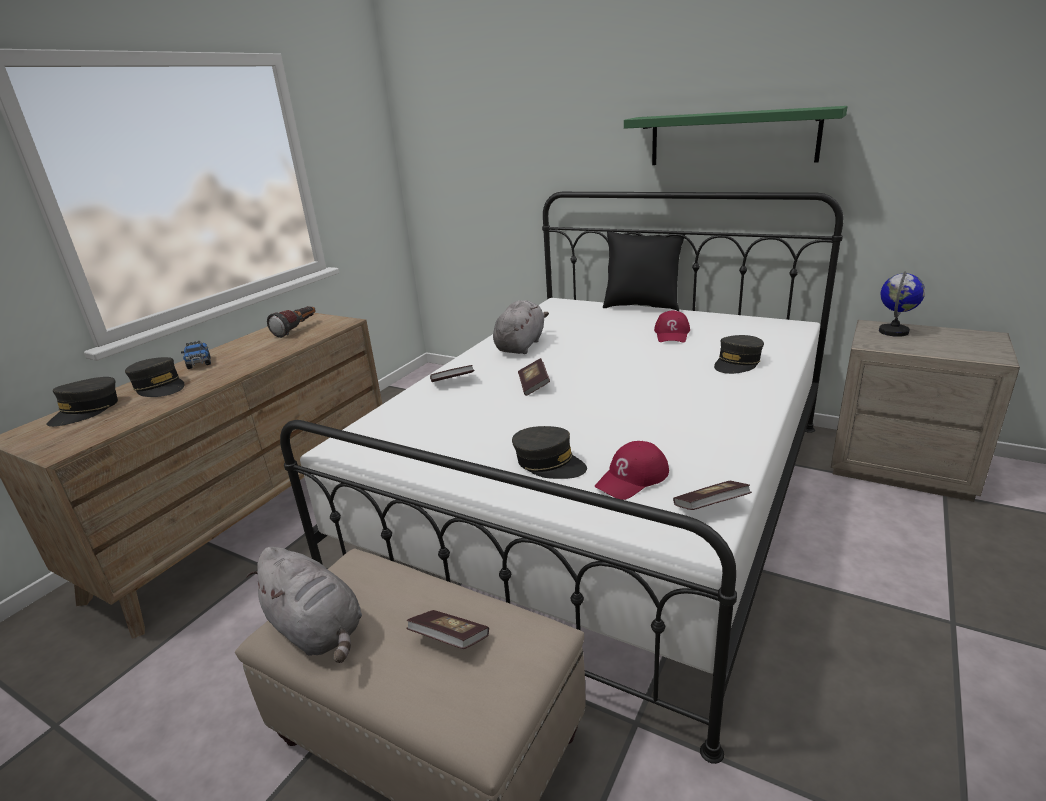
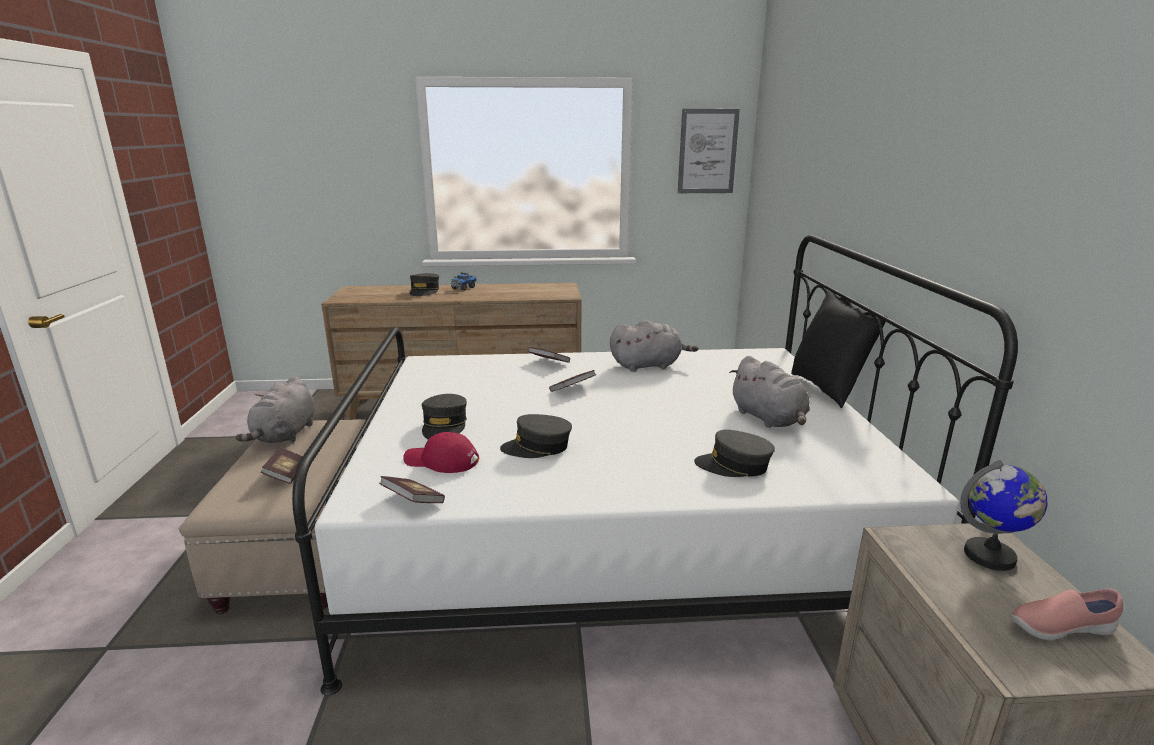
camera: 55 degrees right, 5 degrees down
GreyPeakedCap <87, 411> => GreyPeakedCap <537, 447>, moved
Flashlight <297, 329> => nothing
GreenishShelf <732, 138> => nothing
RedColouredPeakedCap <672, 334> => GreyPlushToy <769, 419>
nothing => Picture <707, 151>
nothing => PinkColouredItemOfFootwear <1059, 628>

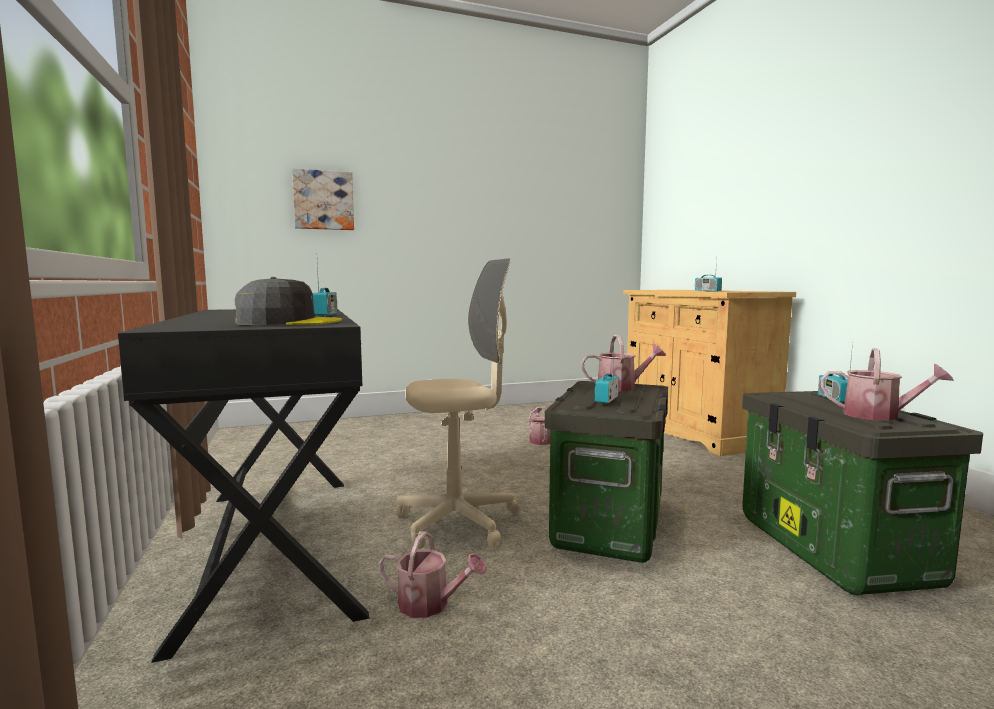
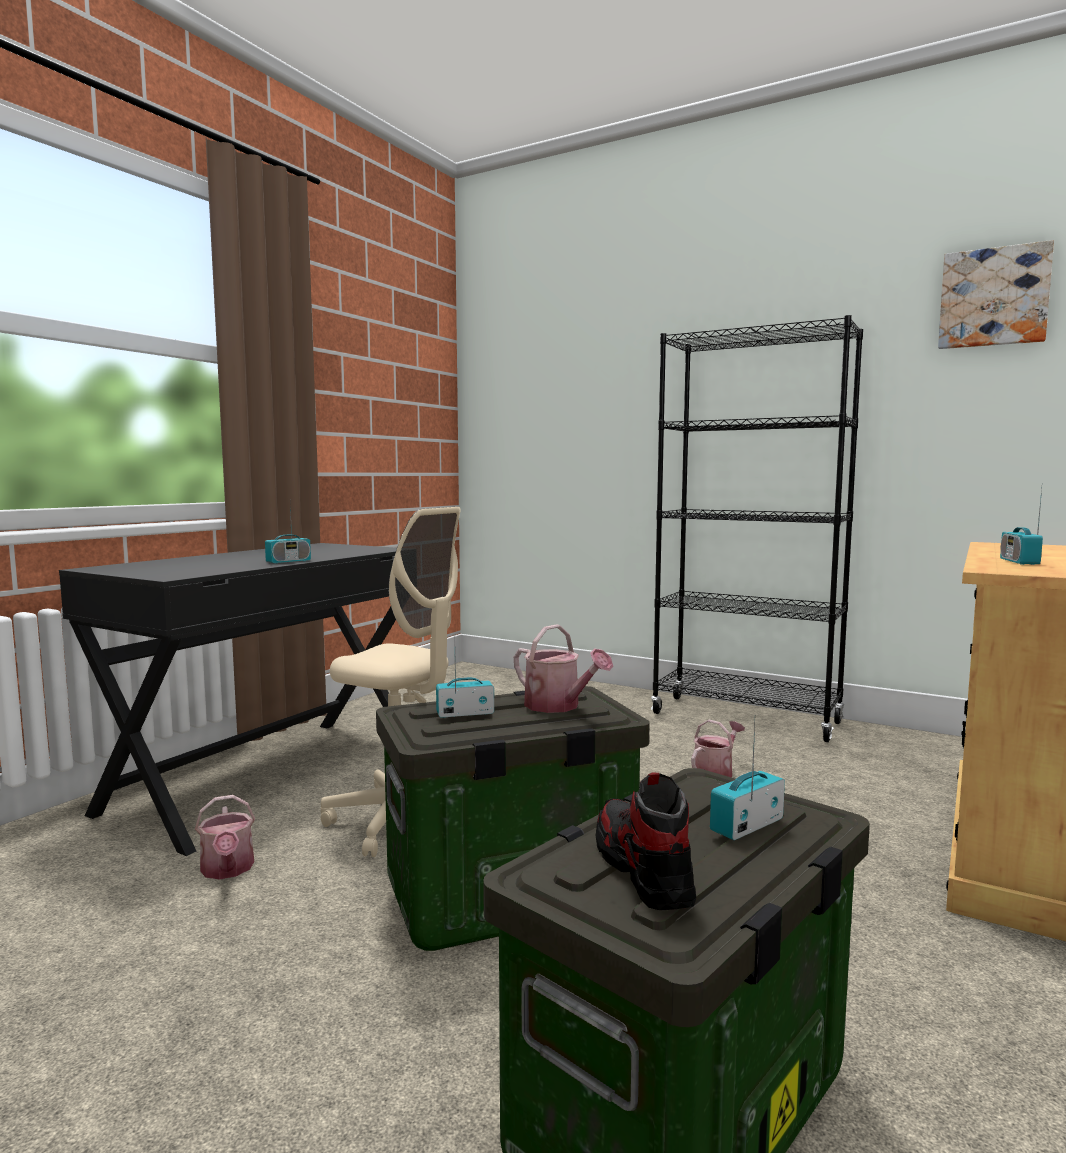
camera: 50 degrees right, 0 degrees up
GreyPeakedCap <288, 322> => nothing
Picture <323, 200> => Picture <993, 298>, moved
WateringCan <879, 415> => ItemOfFootwear <642, 869>
nothing => BlackBookcase <746, 718>

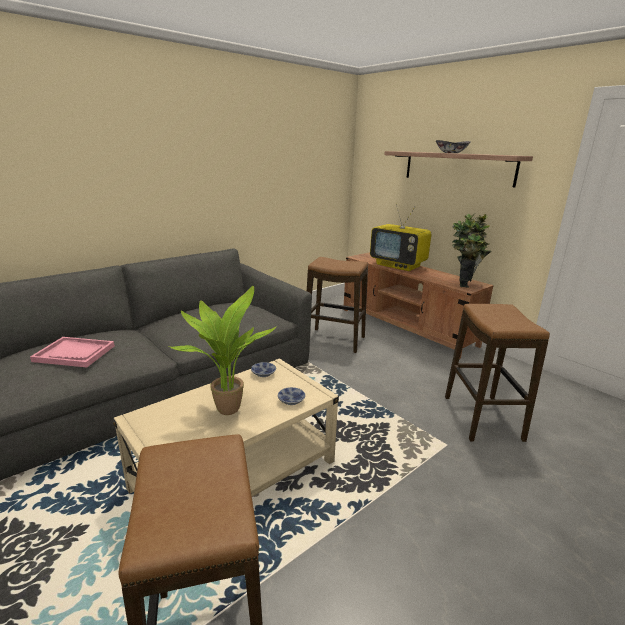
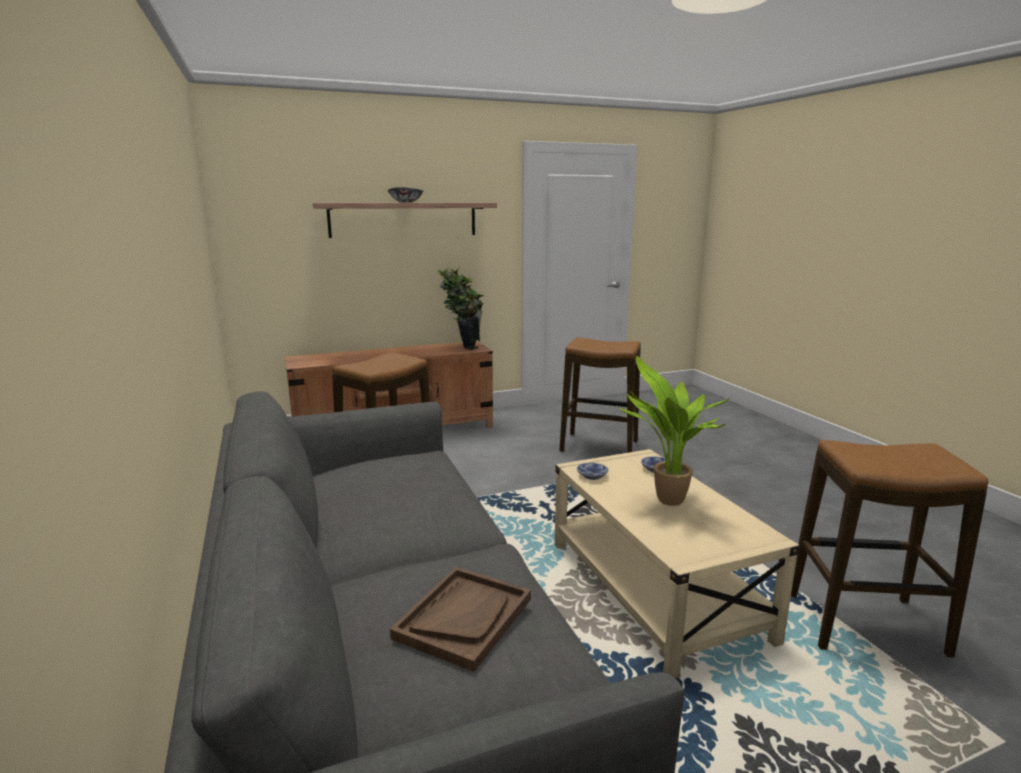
camera: 70 degrees left, 5 degrees down
PinkColouredServingTray <75, 353> => BrownishServingTray <464, 618>
Television <398, 265> => nothing

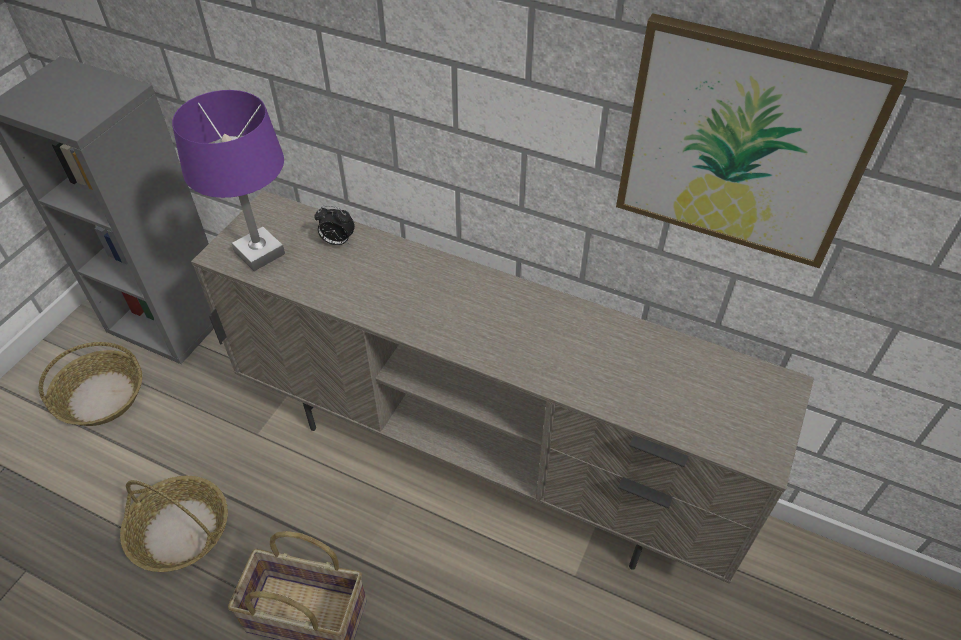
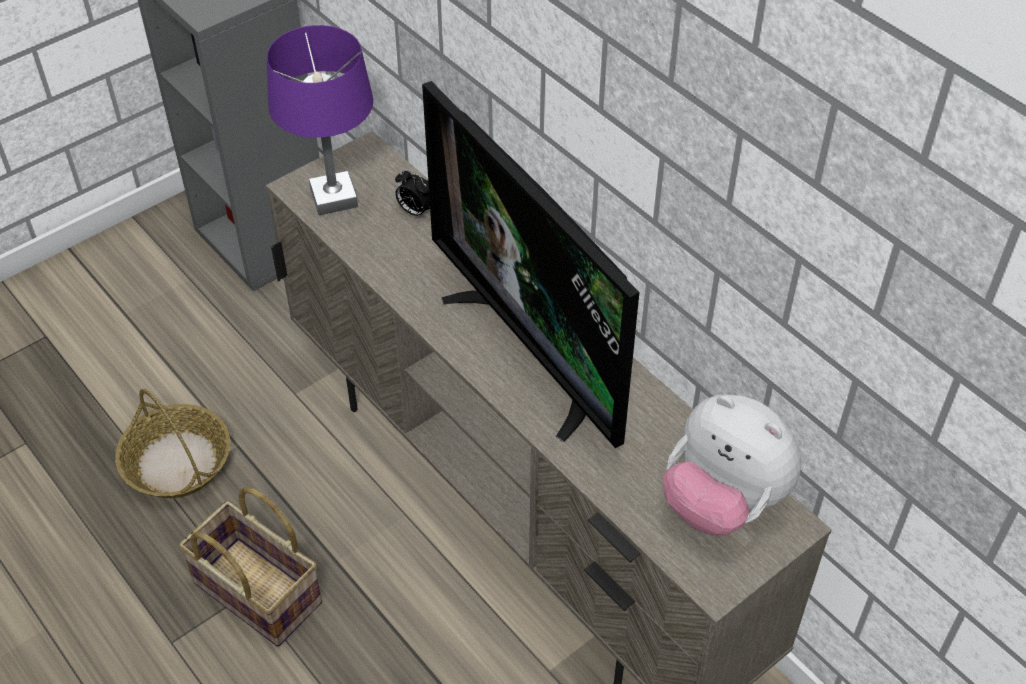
camera: 25 degrees right, 0 degrees up
Basket <101, 397> => nothing
Picture <743, 144> => nothing
nothing => Television <533, 350>
nothing => PlushToy <722, 501>

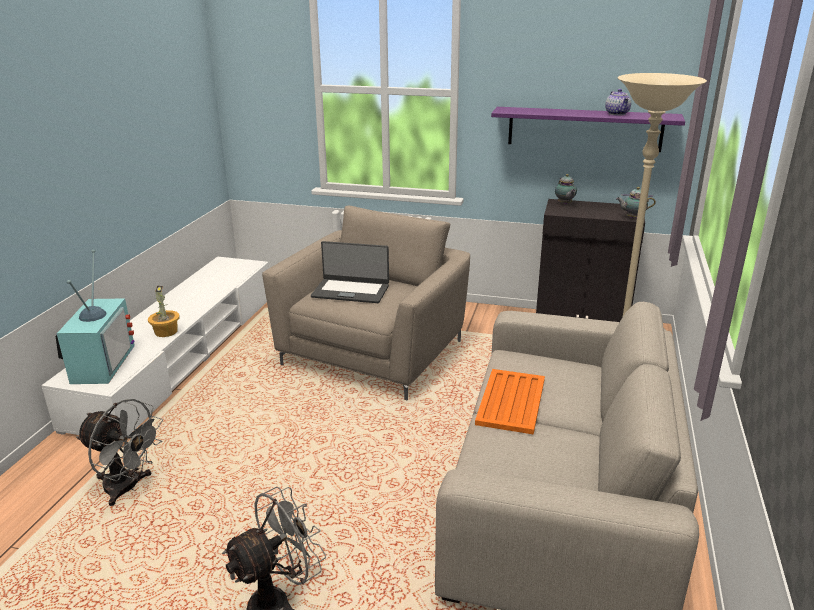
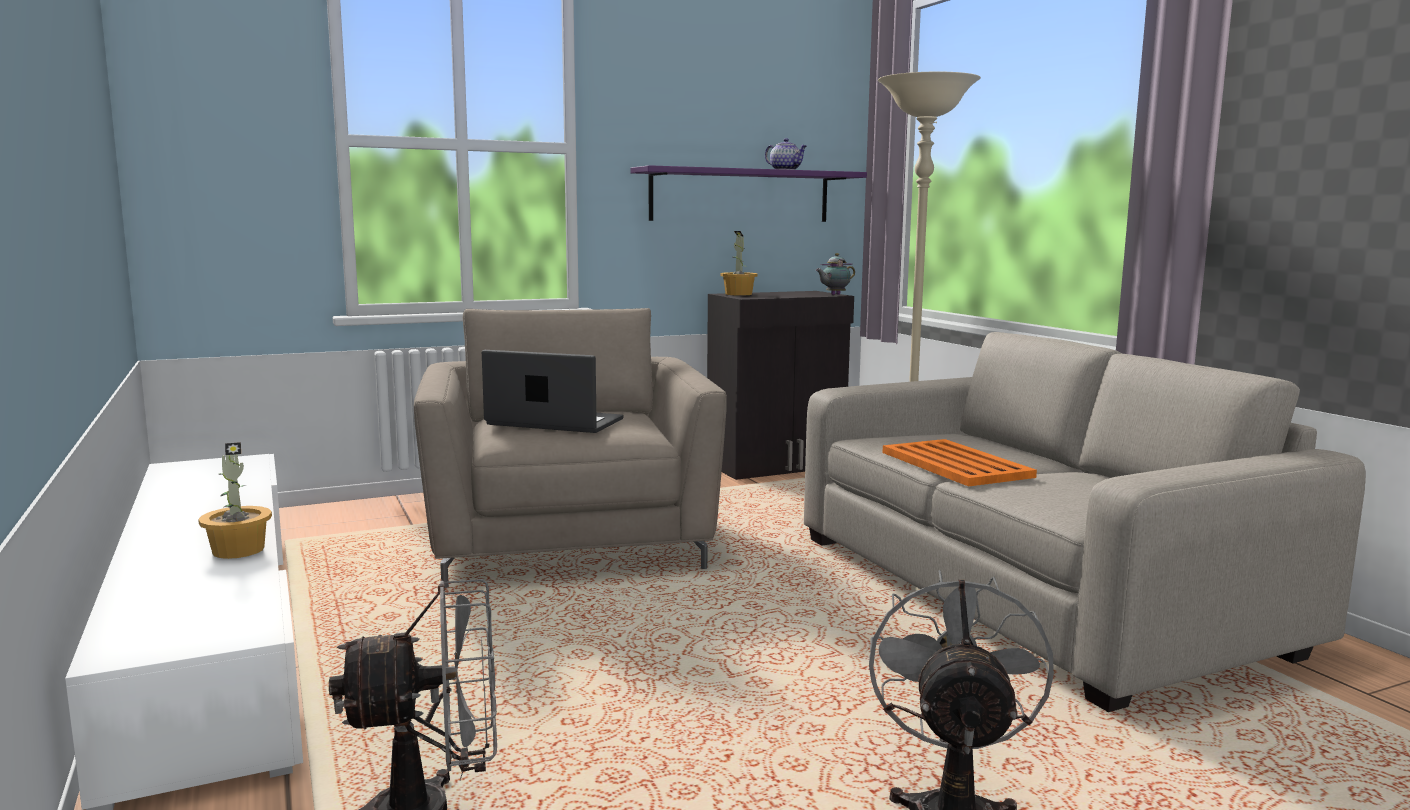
camera: 40 degrees left, 15 degrees down
Television <99, 363> => nothing
Laptop <351, 291> => Laptop <554, 422>, 135 degrees counterclockwise
TeaPot <564, 204> => Houseplant <738, 294>

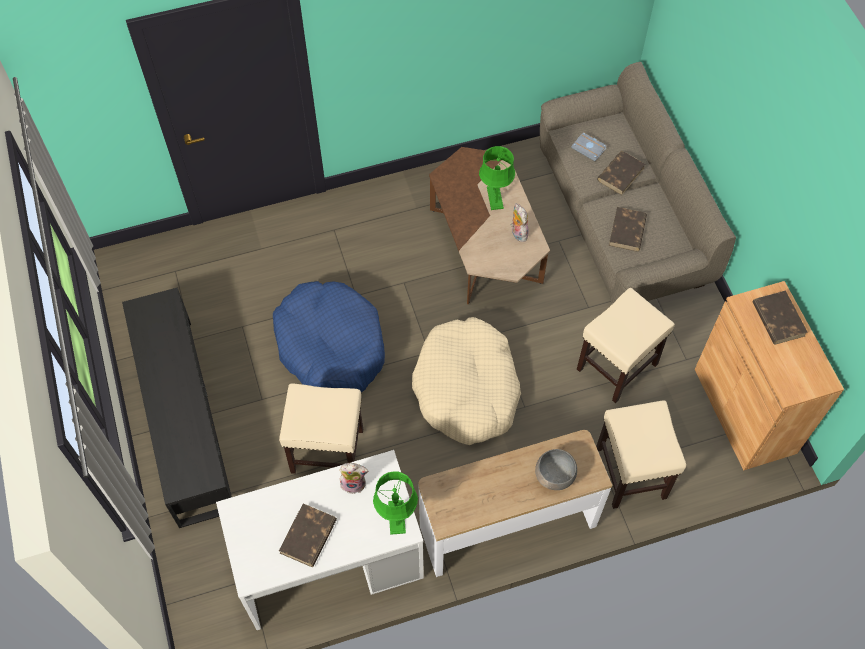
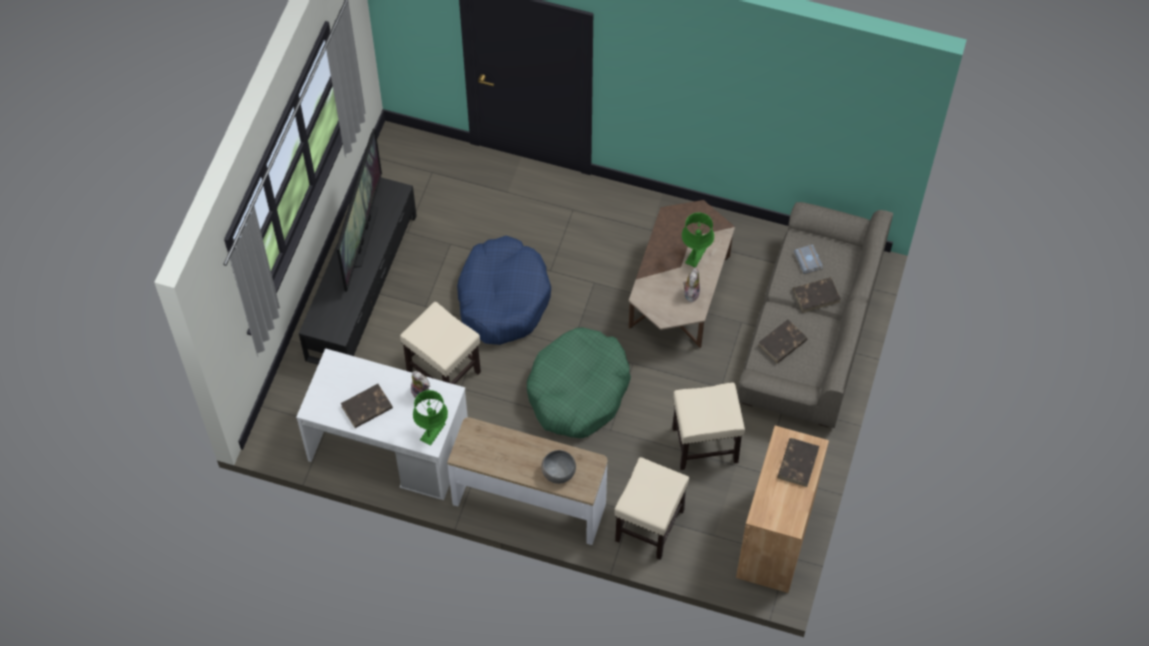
camera: 35 degrees right, 0 degrees up
BeigeColouredDogCushion <467, 388> => GreenishDogCushion <578, 390>
nothing => Television <362, 236>

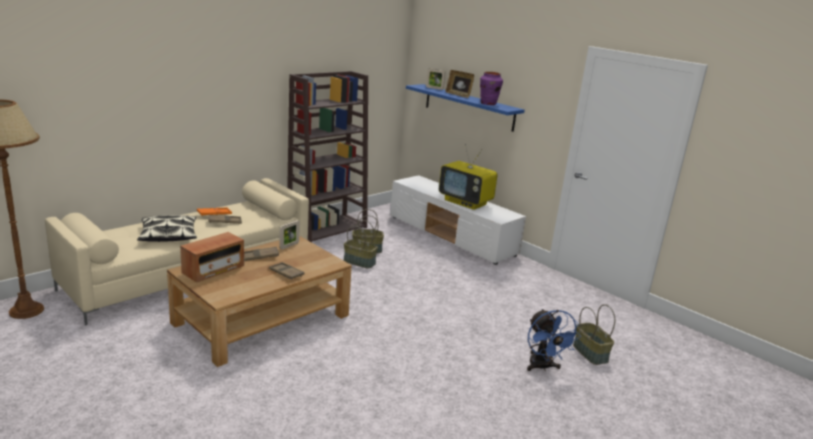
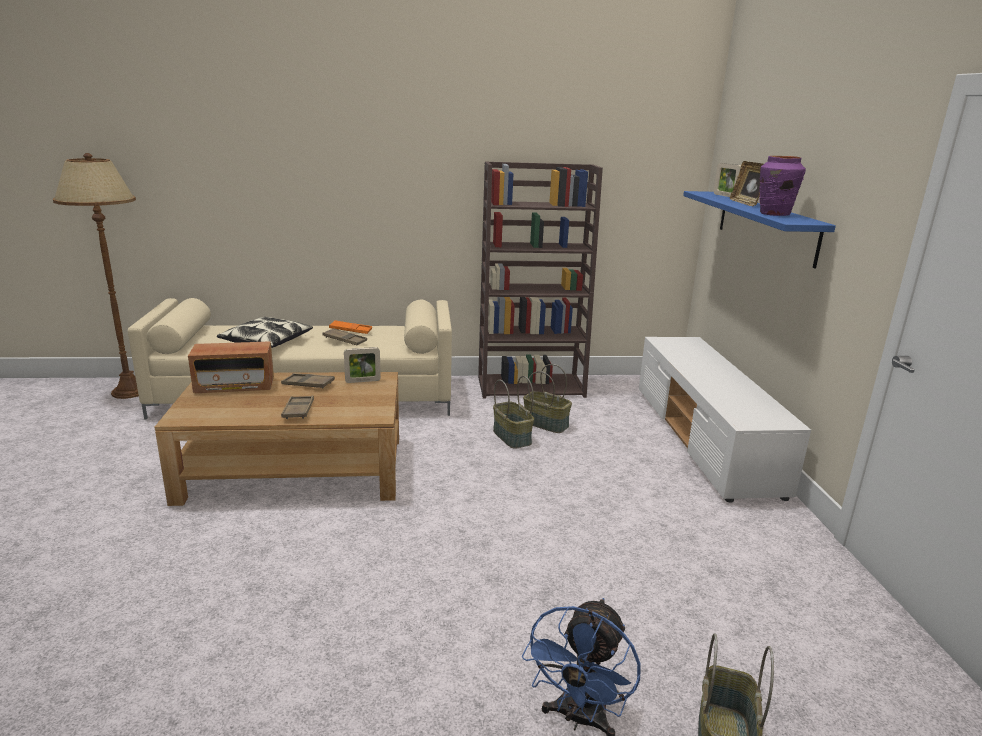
camera: 40 degrees right, 0 degrees up
Television <466, 202> => nothing

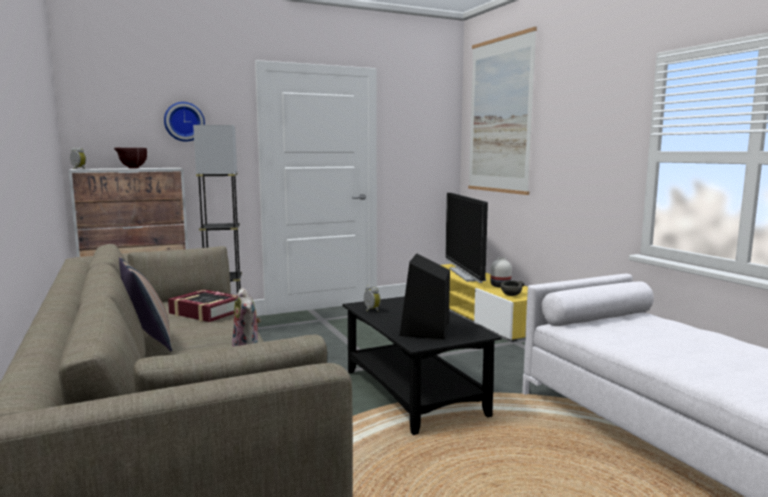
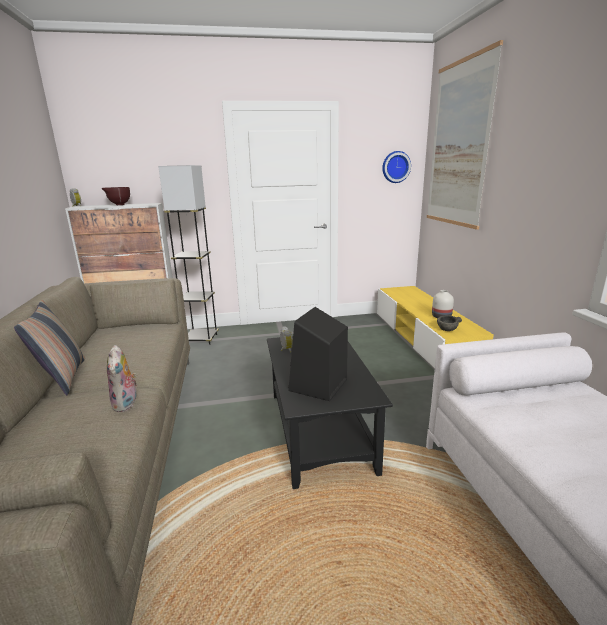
camera: 15 degrees right, 10 degrees up
WallClock <184, 121> => WallClock <395, 167>, moved
BoundBook <205, 312> => nothing
Television <466, 274> => nothing

